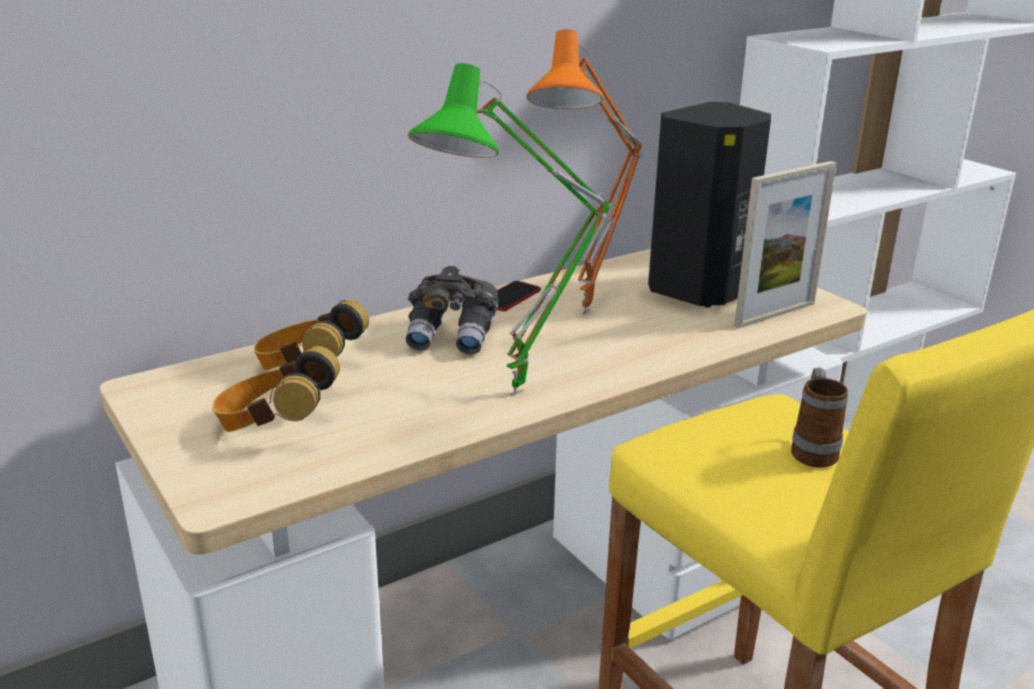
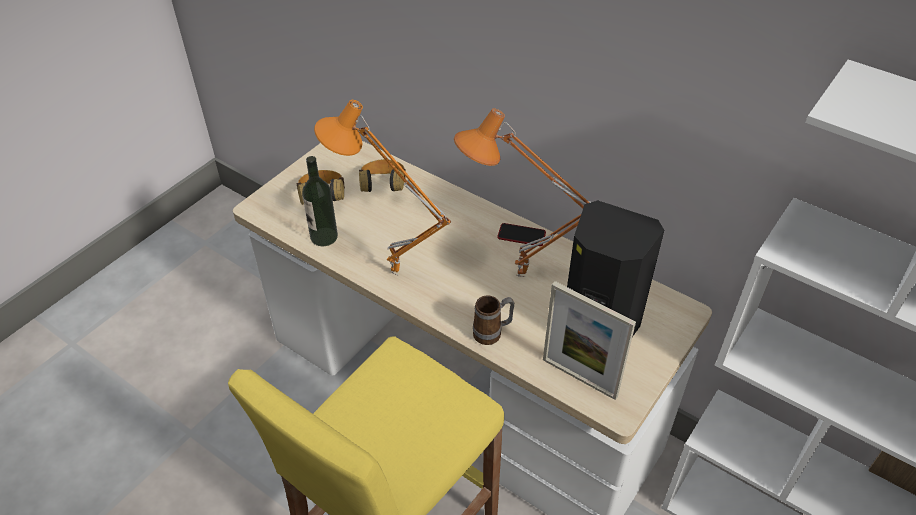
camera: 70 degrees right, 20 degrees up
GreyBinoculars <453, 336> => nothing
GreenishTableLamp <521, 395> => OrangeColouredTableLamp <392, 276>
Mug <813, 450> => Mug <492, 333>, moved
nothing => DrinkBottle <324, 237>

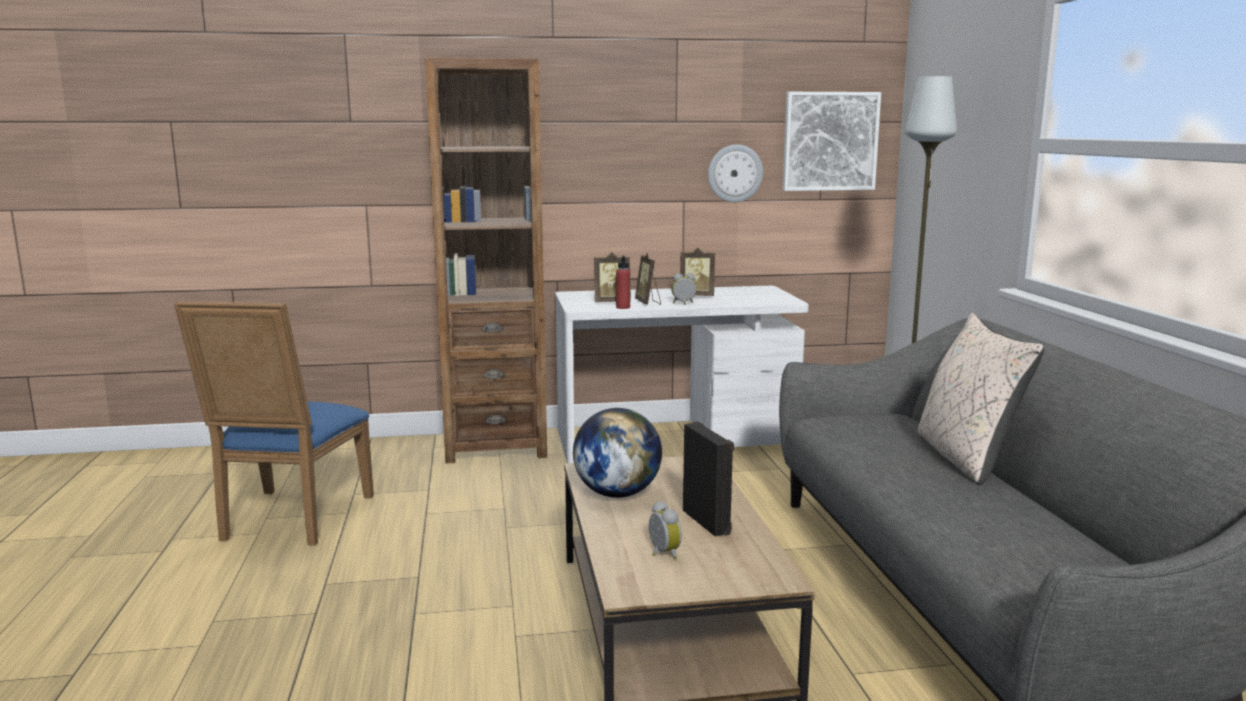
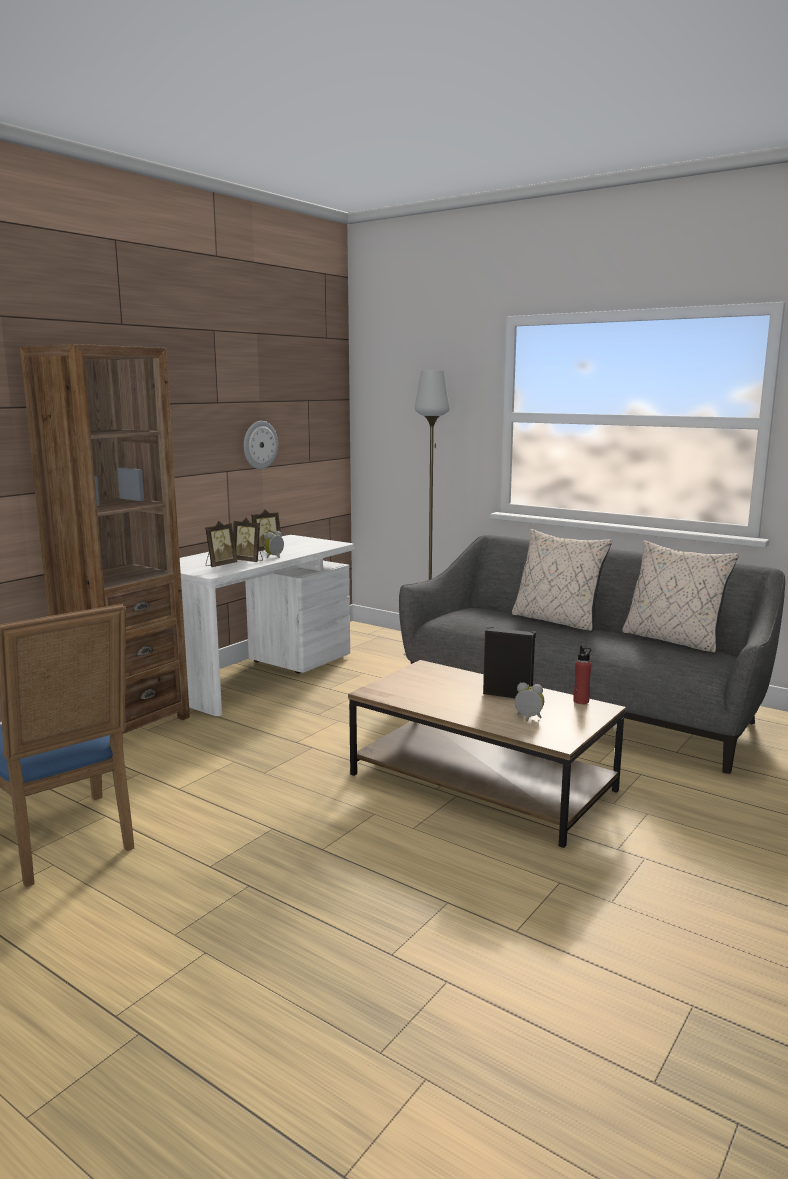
camera: 45 degrees left, 0 degrees up
Globe <617, 493> => nothing
RedColouredDrinkBottle <623, 307> => RedColouredDrinkBottle <581, 701>, moved
Picture <830, 141> => nothing
nothing => BeigeColouredThrowPillow <673, 640>

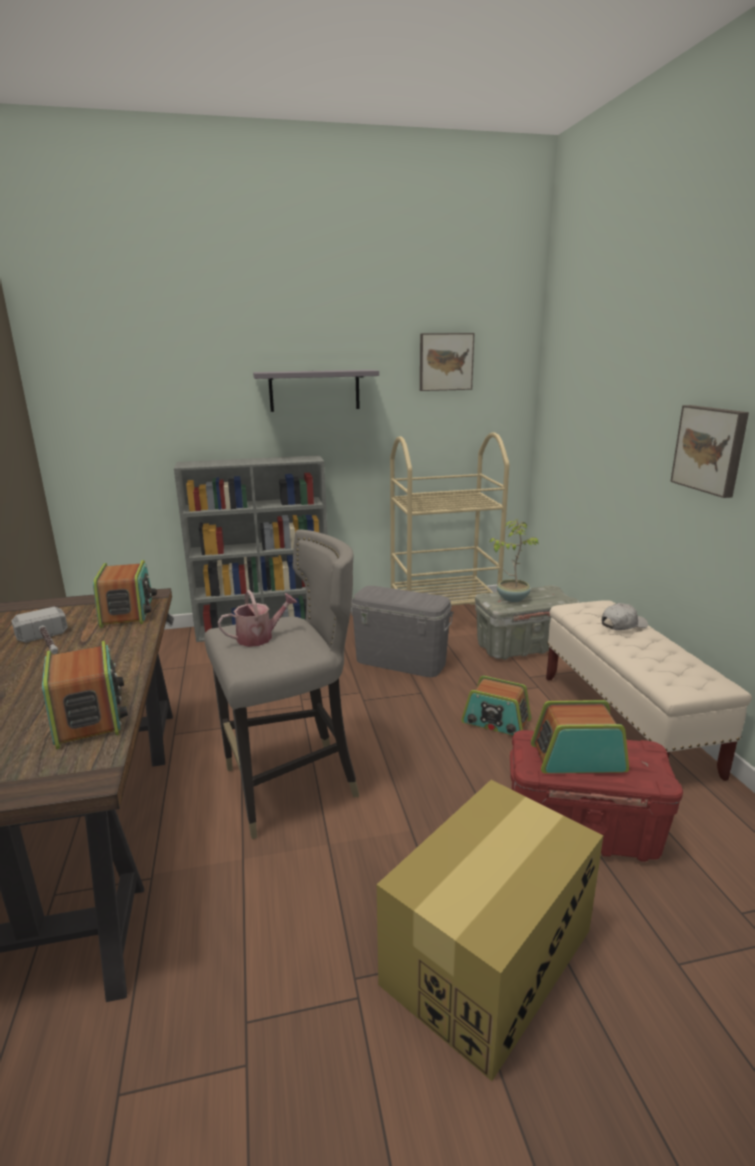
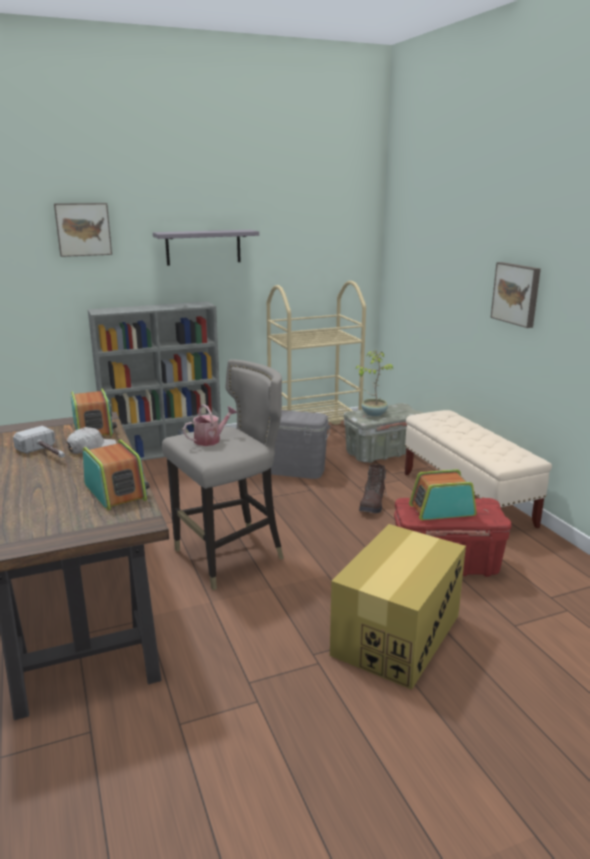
camera: 10 degrees left, 0 degrees up
Picture <445, 362> => Picture <83, 229>, moved
Radio <496, 721> => BrownishBoot <372, 505>
WhitePeakedCap <623, 625> => WhitePeakedCap <91, 448>, moved

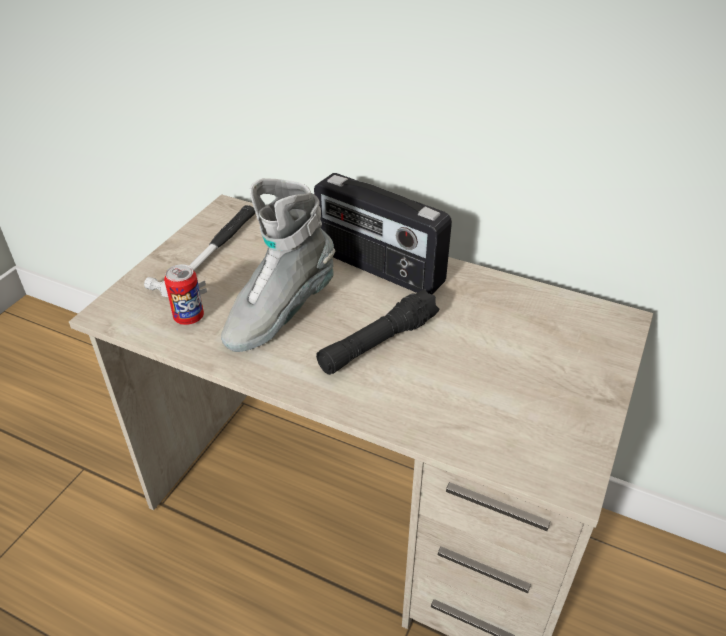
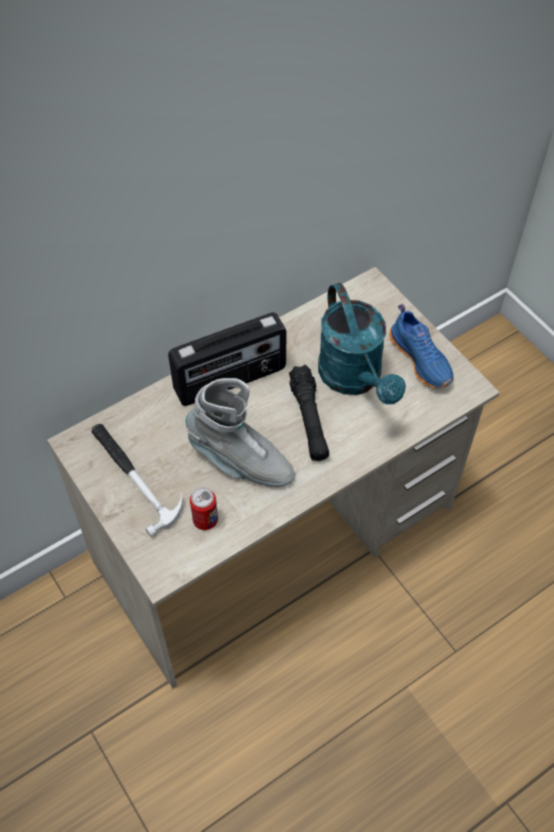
camera: 60 degrees left, 15 degrees up
GreyBoot <279, 313> => GreyBoot <240, 462>, 45 degrees counterclockwise
nothing => TurquoiseColouredWateringCan <355, 379>
nothing => BlueItemOfFootwear <421, 359>

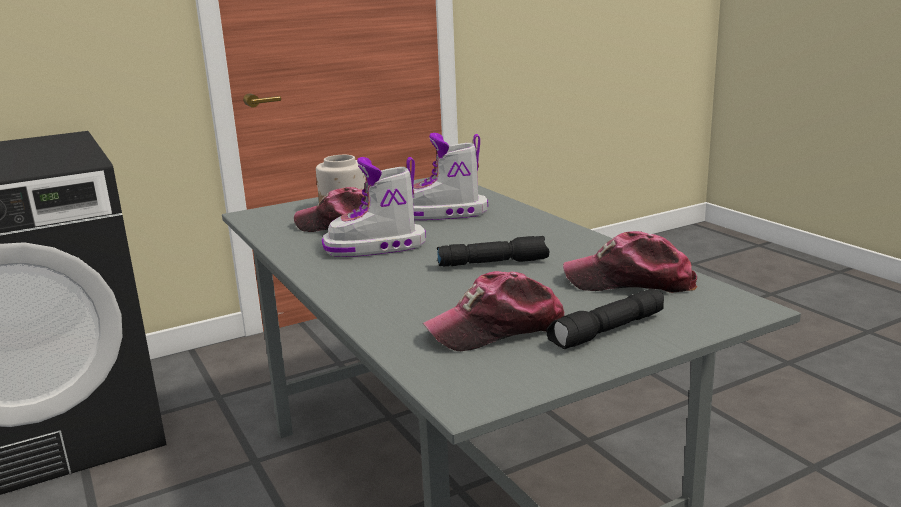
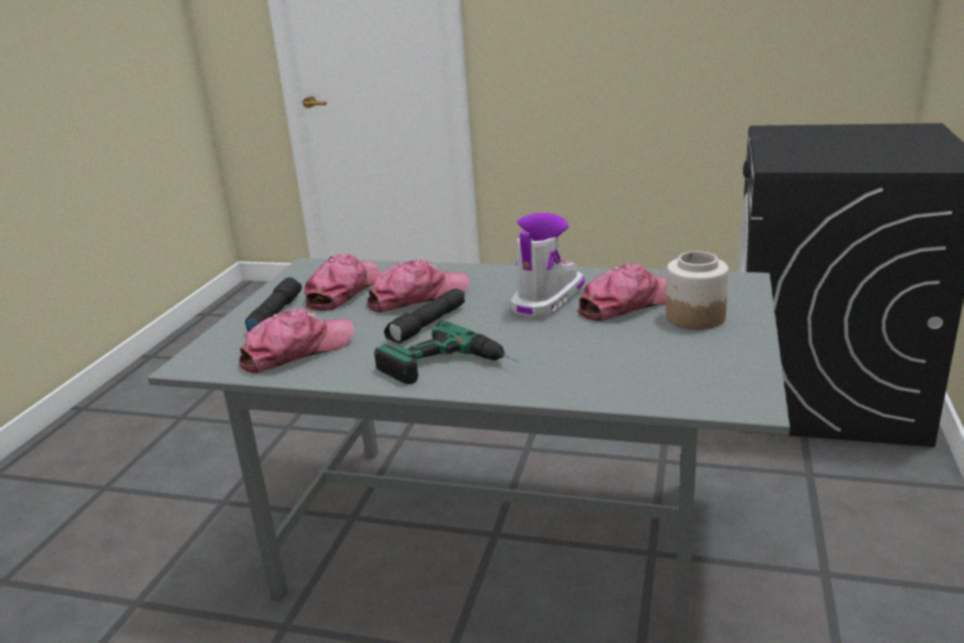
camera: 135 degrees right, 5 degrees up
Boot <443, 213> => nothing
nothing => PeakedCap <417, 297>
nothing => Drill <451, 368>

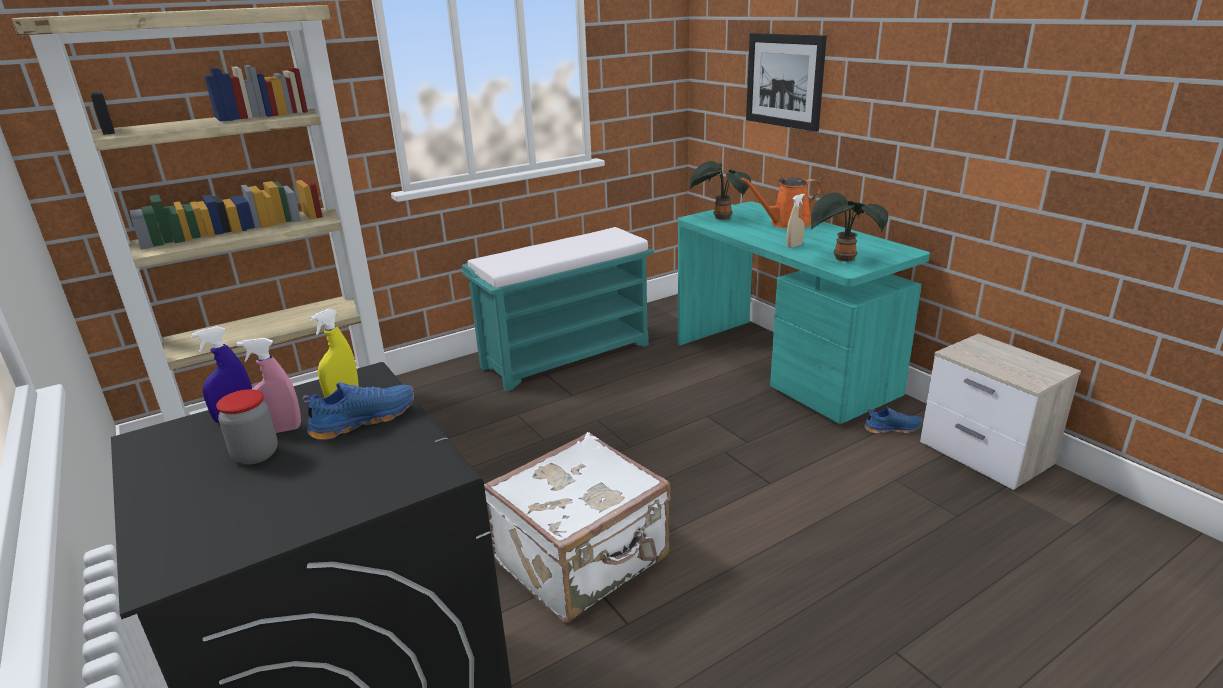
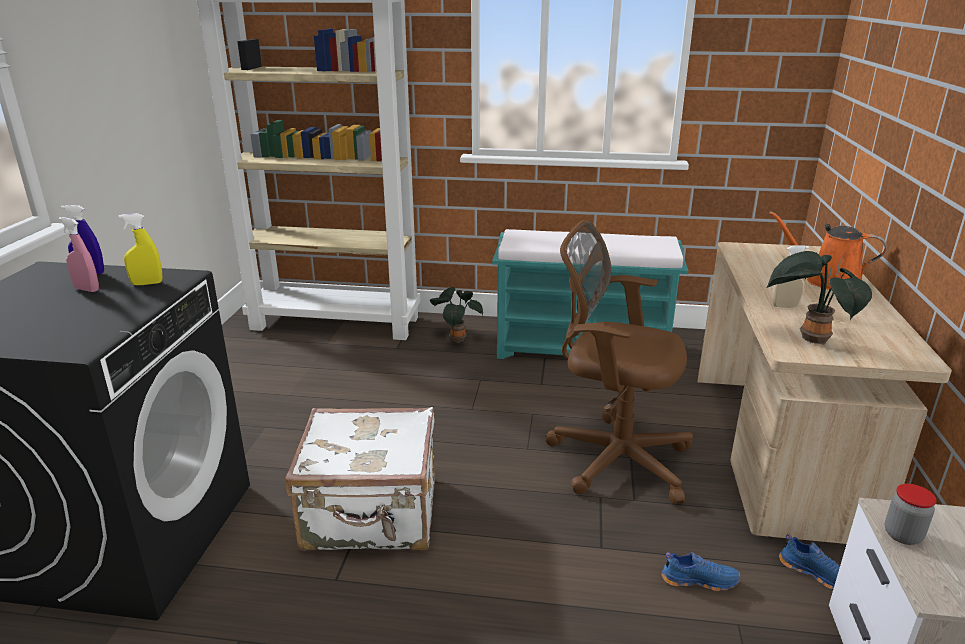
camera: 40 degrees right, 0 degrees up
StorageJar <256, 455> => StorageJar <902, 535>, moved
BlueItemOfFootwear <363, 420> => BlueItemOfFootwear <698, 579>, moved
TurquoiseColouredDesk <783, 368> => BeigeColouredDesk <778, 451>
Houseplant <720, 218> => Houseplant <456, 339>, moved
Picture <784, 80> => nothing
nothing => BrownishOfficeChair <613, 458>

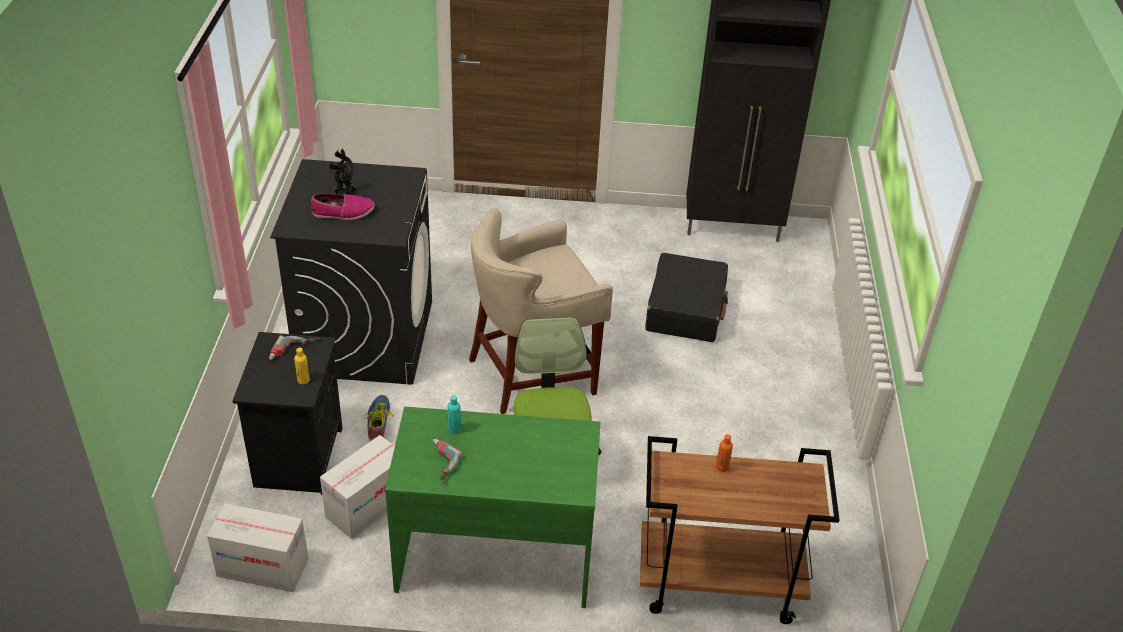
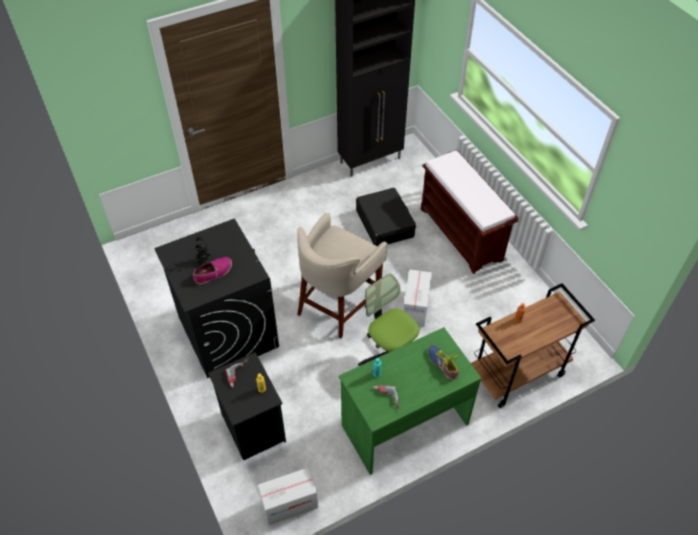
camera: 30 degrees left, 10 degrees up
Carton <368, 506> => Carton <415, 308>, moved
ItemOfFootwear <378, 421> => ItemOfFootwear <442, 364>, moved
nothing => BrownishBench <461, 234>

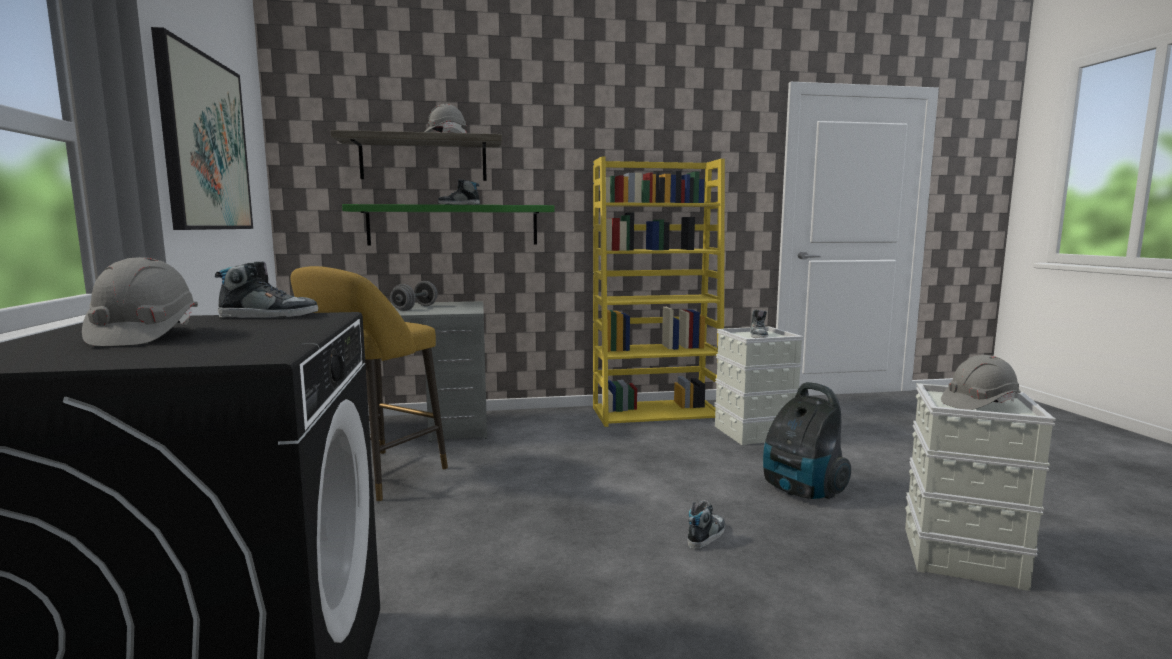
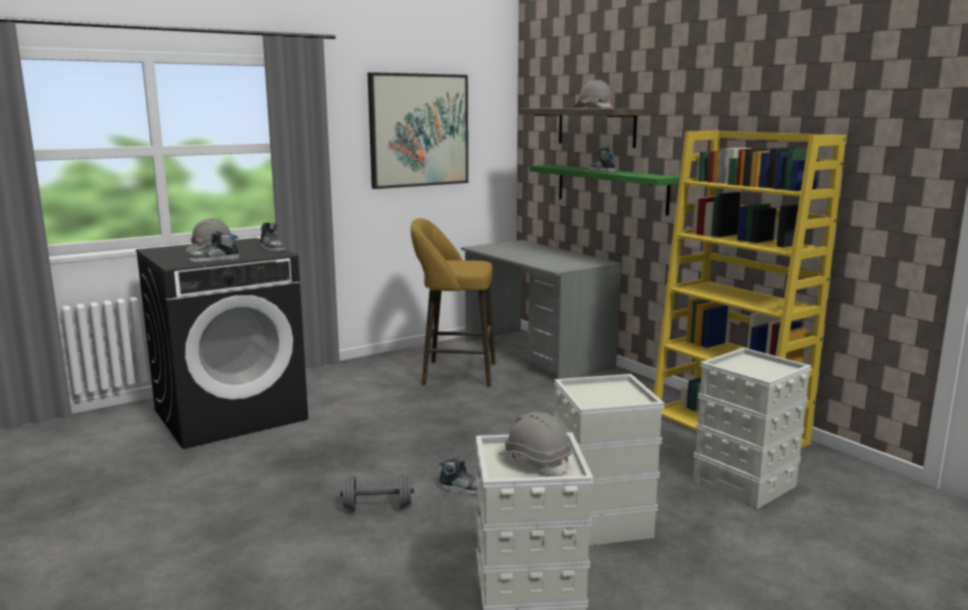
camera: 65 degrees right, 5 degrees up
GreyHandWeight <415, 308> => GreyHandWeight <378, 507>, moved
ItemOfFootwear <758, 335> => ItemOfFootwear <214, 260>, moved
Hoover <801, 491> => GreyStorageBin <601, 522>

